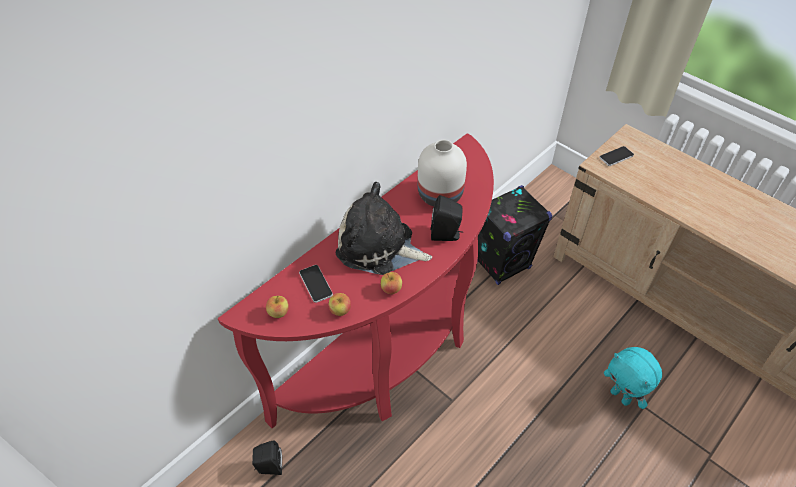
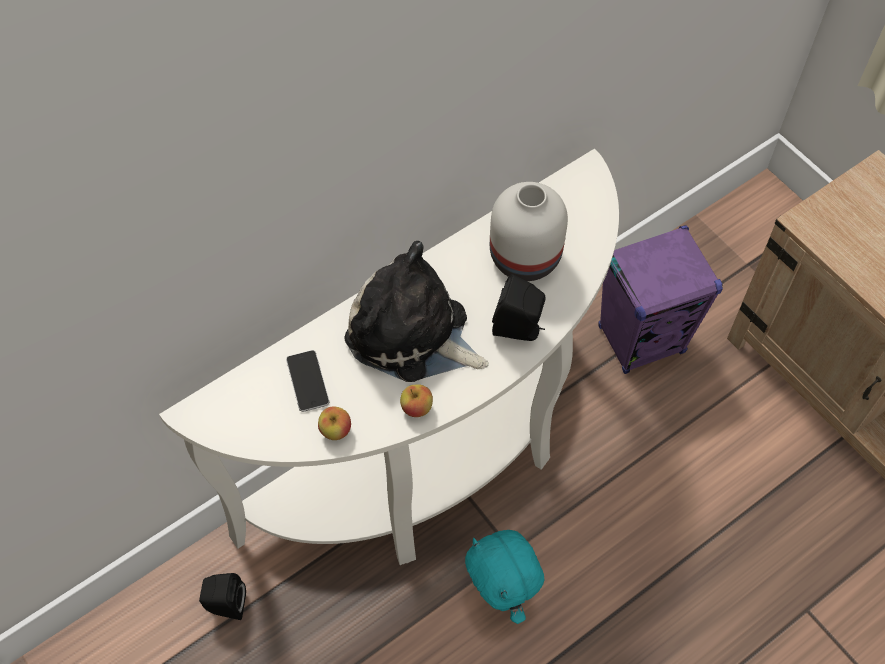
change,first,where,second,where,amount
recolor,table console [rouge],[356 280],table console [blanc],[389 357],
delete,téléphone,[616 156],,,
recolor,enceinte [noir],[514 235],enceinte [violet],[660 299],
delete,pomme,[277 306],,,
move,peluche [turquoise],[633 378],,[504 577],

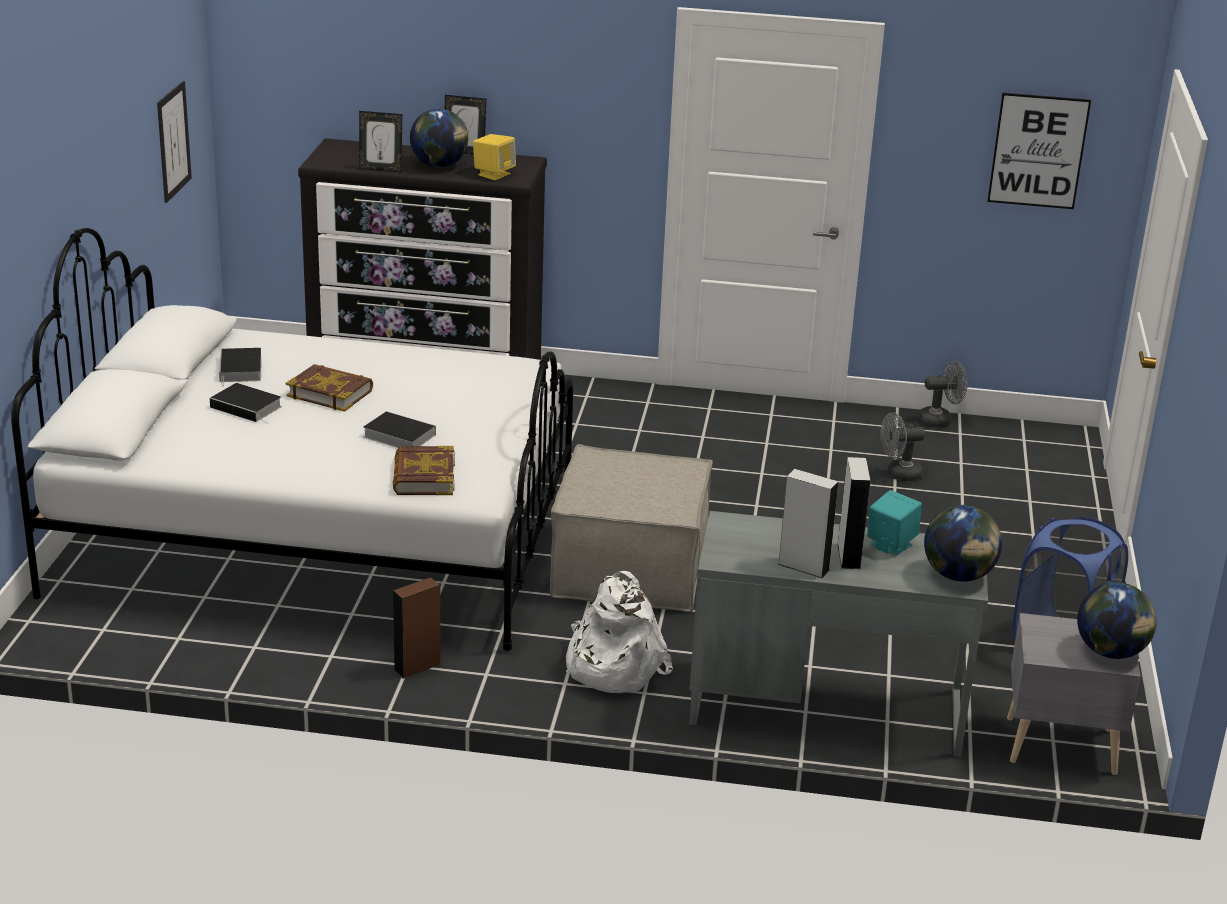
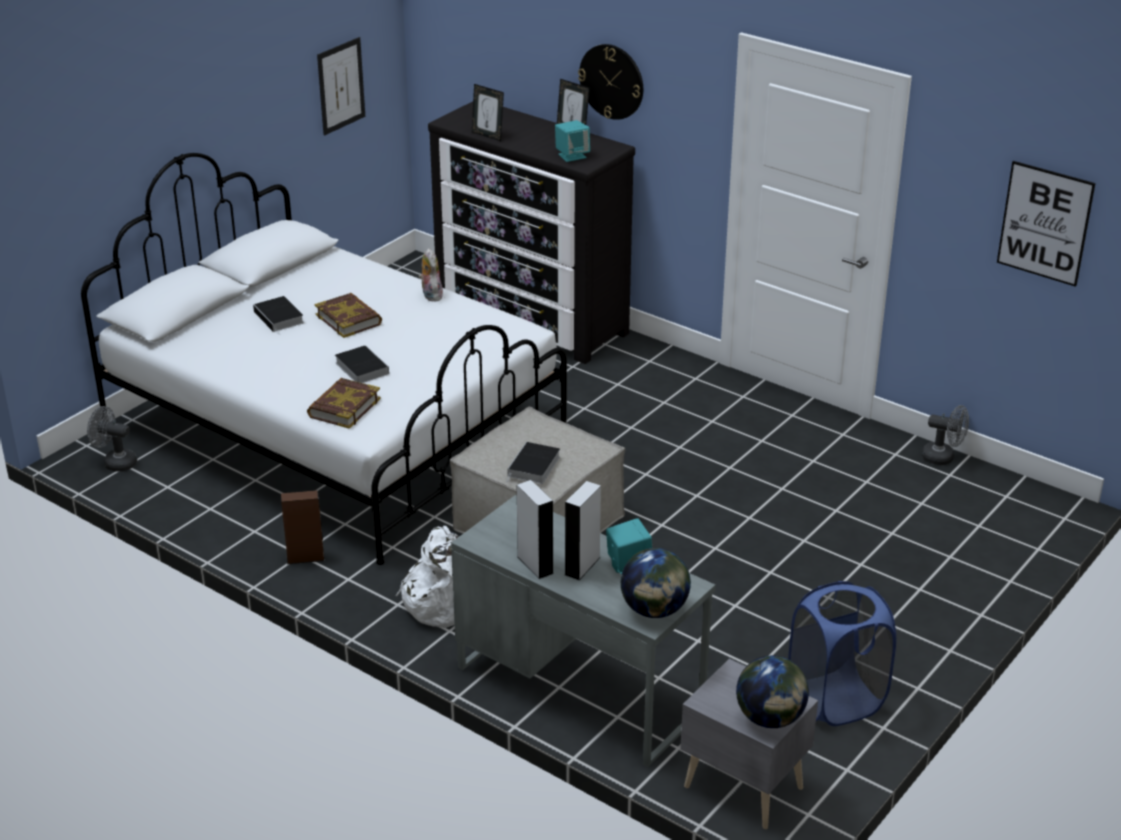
change,first,where,second,where,amount
delete,globe,[439 138],,,
recolor,enceinte [jaune],[494 157],enceinte [turquoise],[572 141],
move,livre,[240 367],,[533 463],
move,ventilateur [gris],[902 447],,[112 439],
insert,,,horloge murale,[610 82],
insert,,,peluche,[431 275],

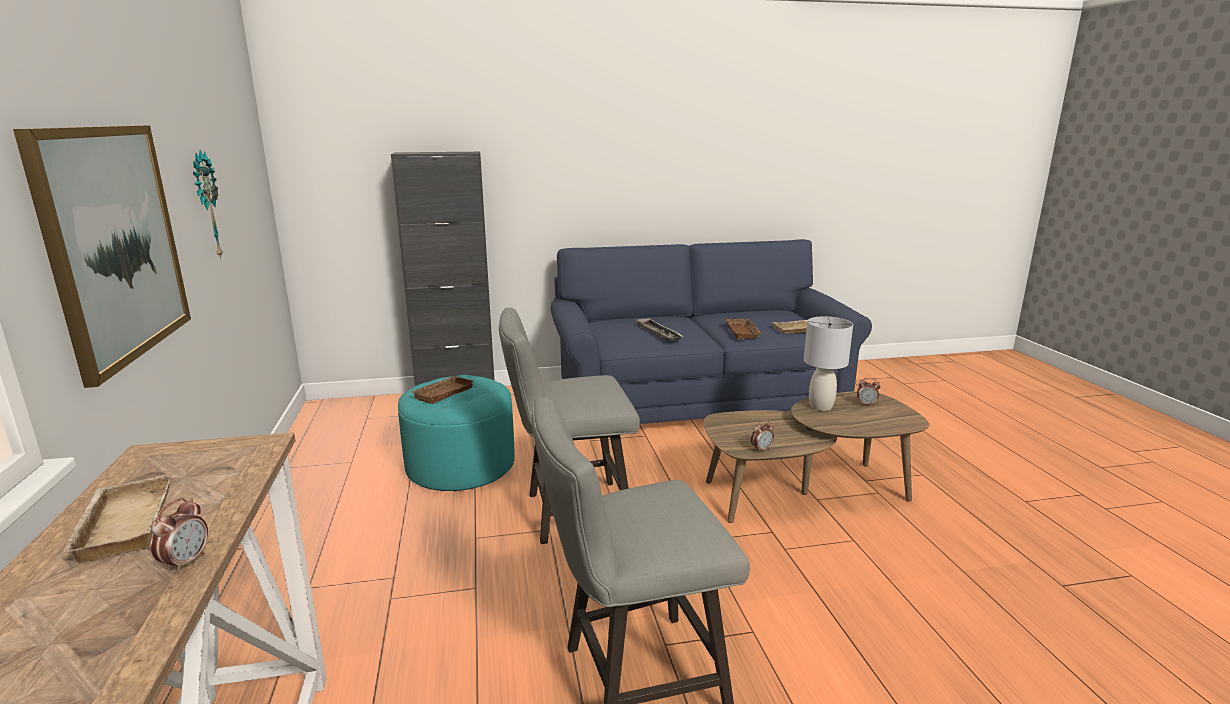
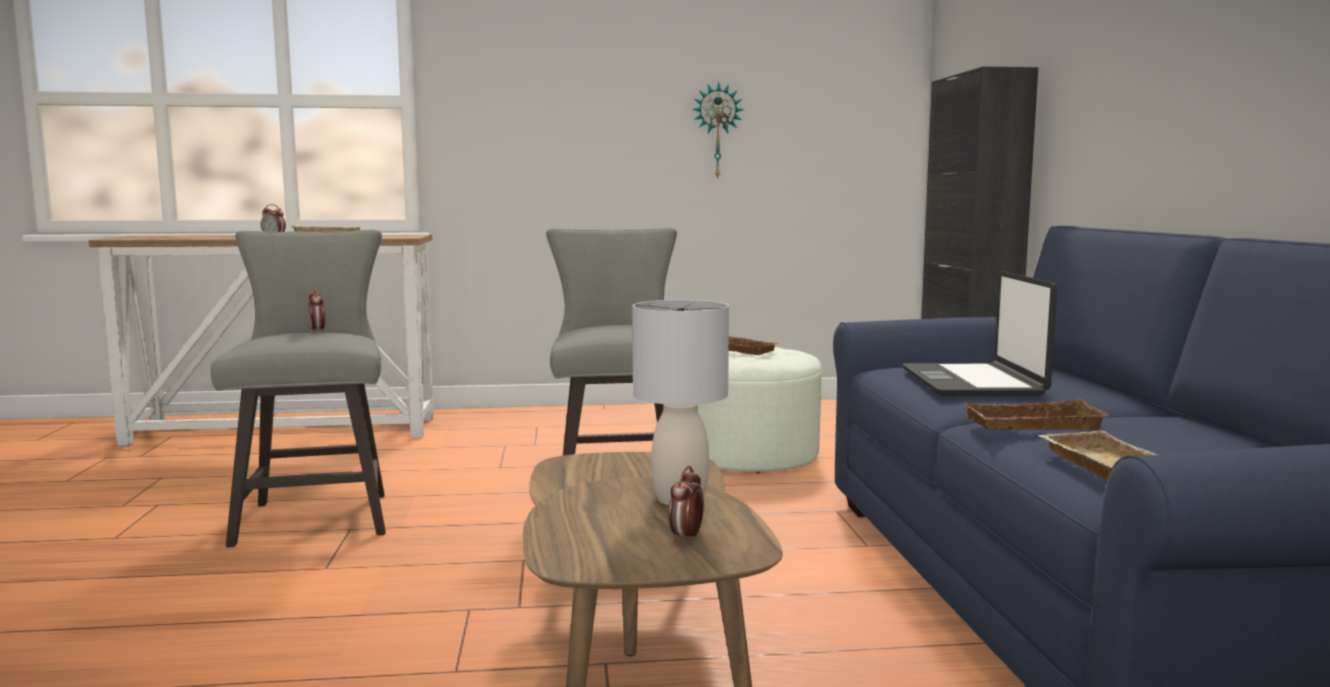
change,first,where,second,where,amount
delete,tableau,[102 256],,,
replace,plateau,[659 329],ordinateur portable,[980 333],
recolor,pouf [turquoise],[456 433],pouf [blanc],[759 410],
move,réveil,[762 436],,[316 310],

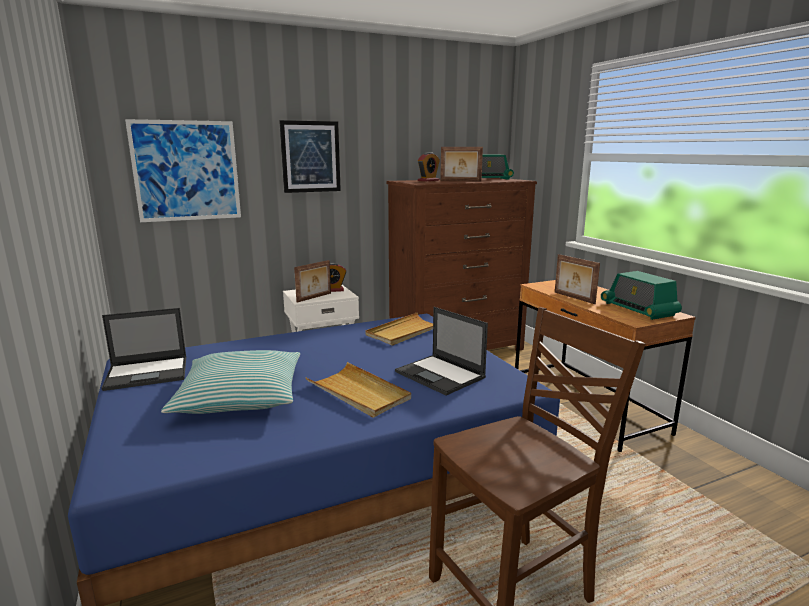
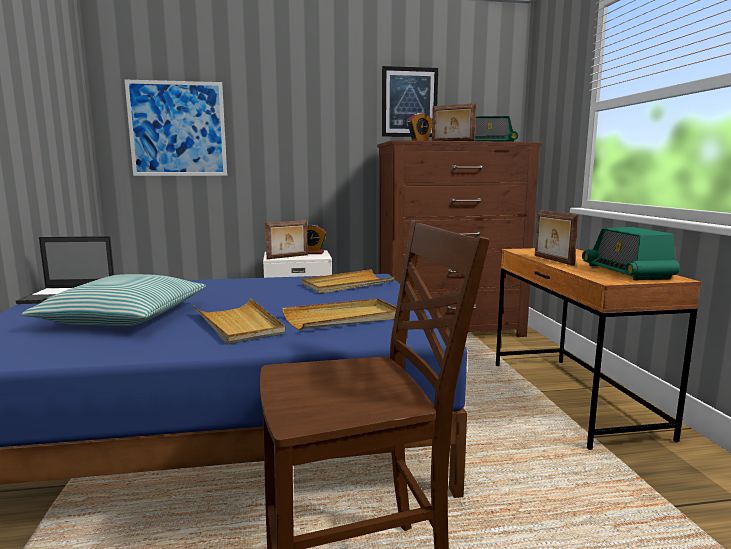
change,first,where,second,where,amount
move,tableau,[310 156],,[410 101],
replace,ordinateur portable,[441 351],plateau [beige],[339 314],

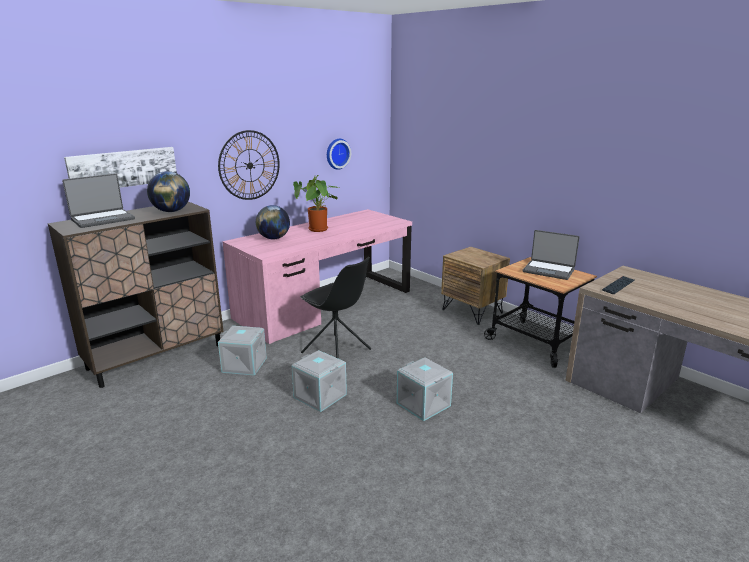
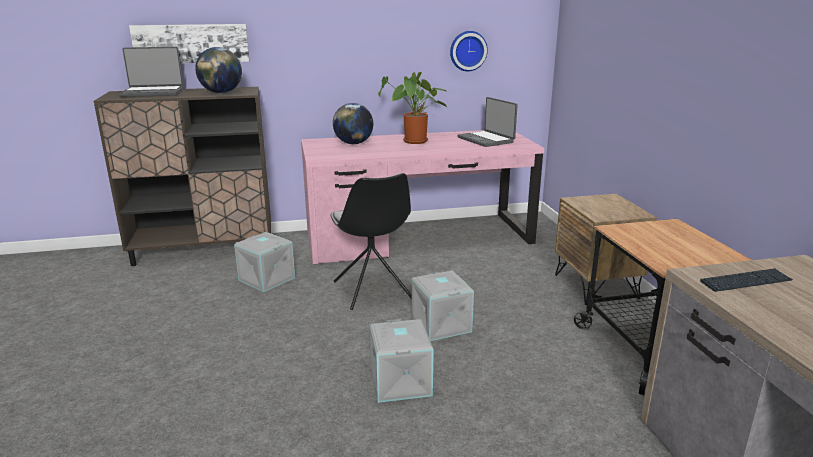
change,first,where,second,where,amount
delete,horloge murale,[249 165],,,
move,ordinateur portable,[551 255],,[487 122],
move,boîte de rangement [gris],[319 381],,[443 305],

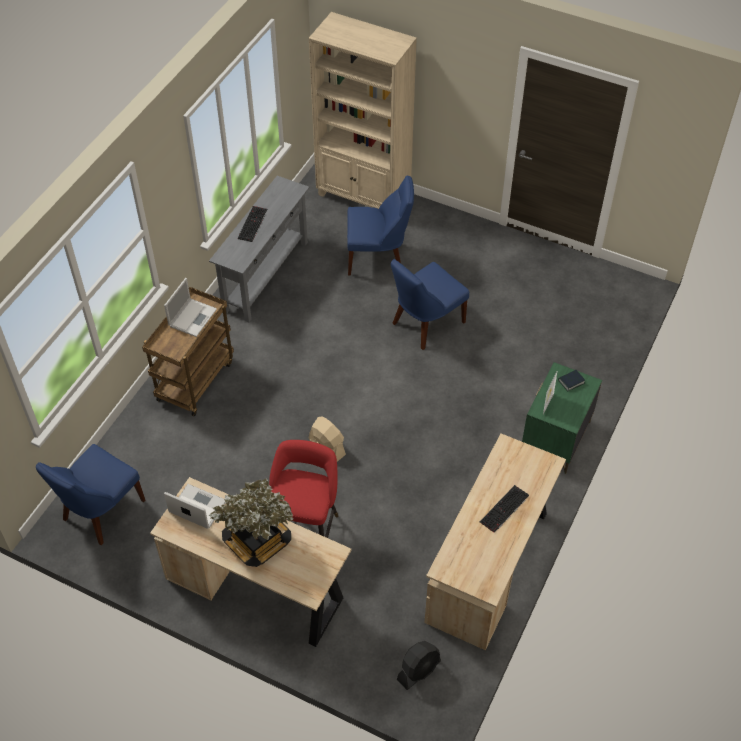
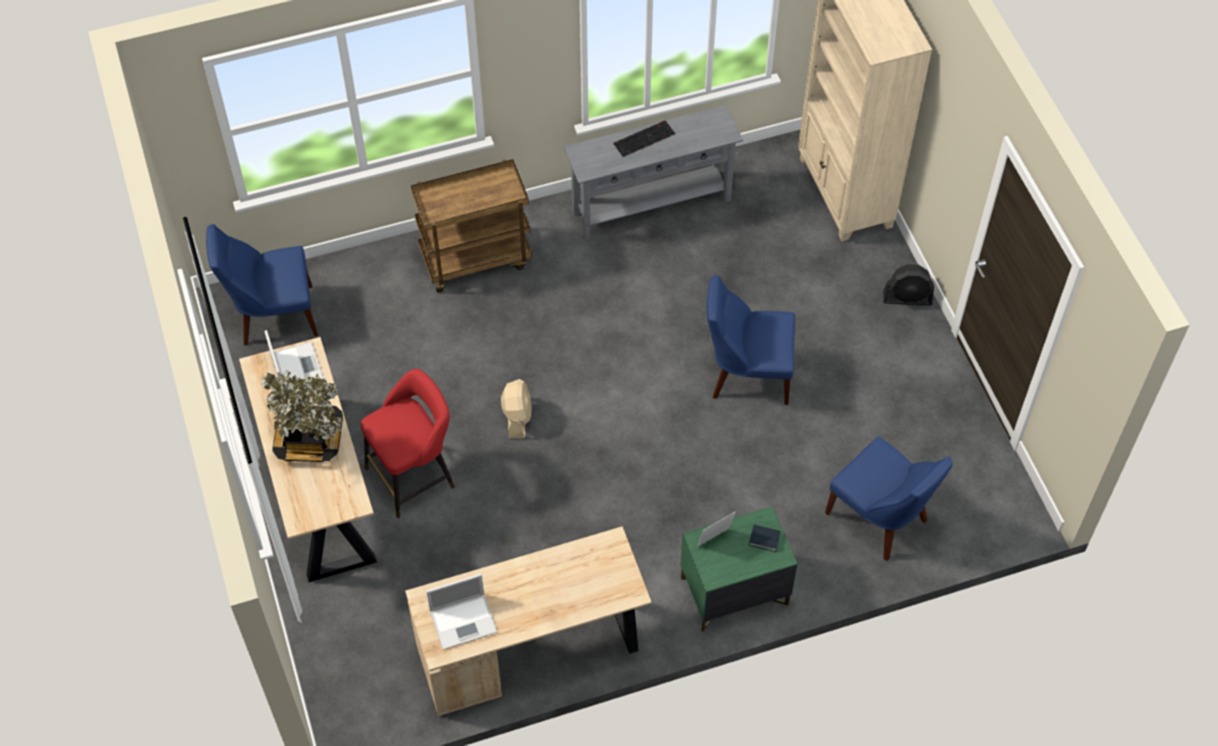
change,first,where,second,where,amount
move,chaise [bleu],[380 225],,[889 499],
move,ordinateur portable,[190 307],,[461 612],
delete,clavier,[504 509],,,
move,ventilateur [noir],[419 665],,[908 285],

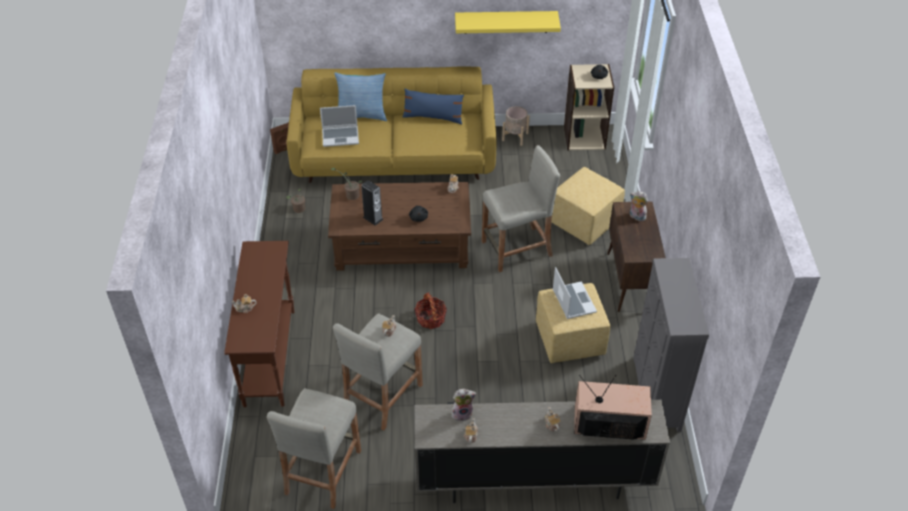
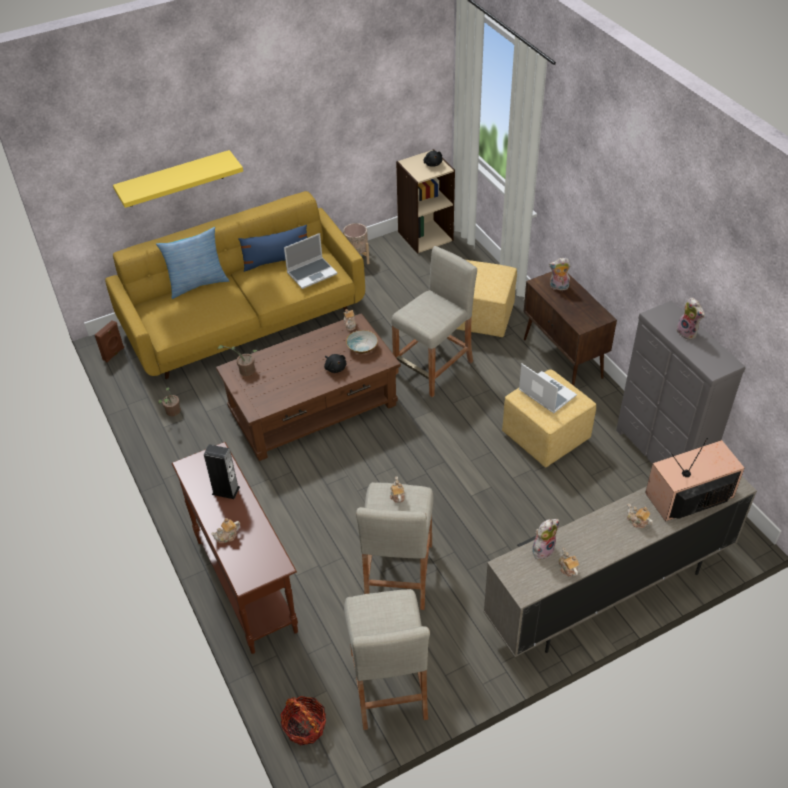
change,first,where,second,where,amount
move,étagère [jaune],[508 22],,[178 179],
move,ordinateur portable,[339 126],,[310 261],
move,enceinte,[372 203],,[222 471],
move,panier,[430 310],,[303 720],
insert,,,peluche,[691 319],
insert,,,bol,[362 342],

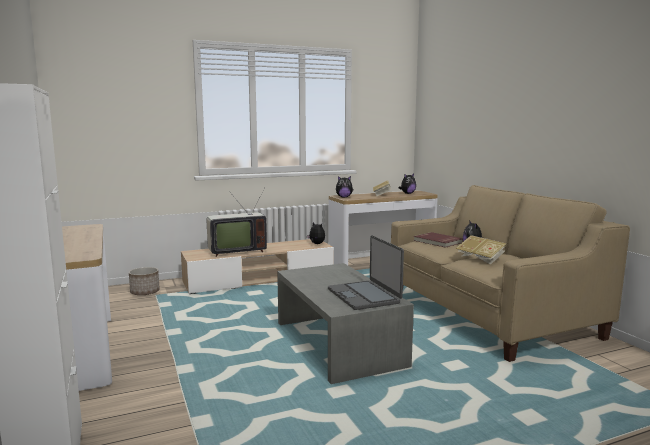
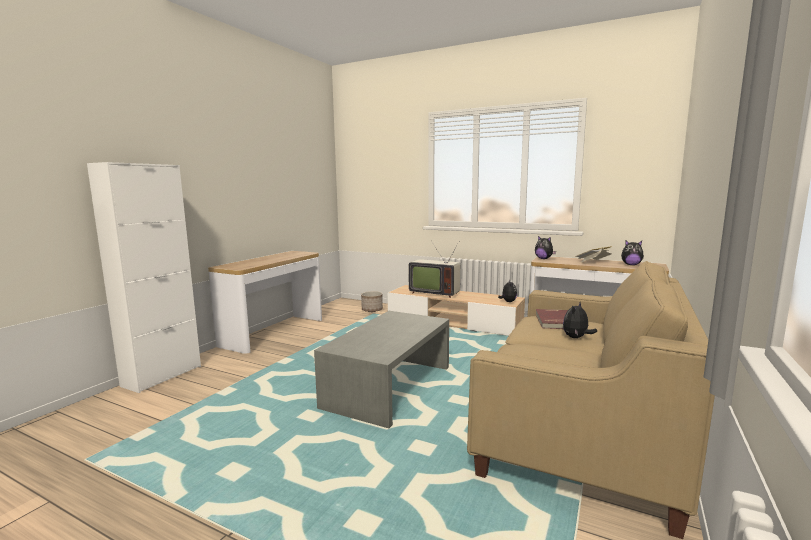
change,first,where,second,where,amount
delete,ordinateur portable,[366 272],,,
delete,livre,[481 250],,,

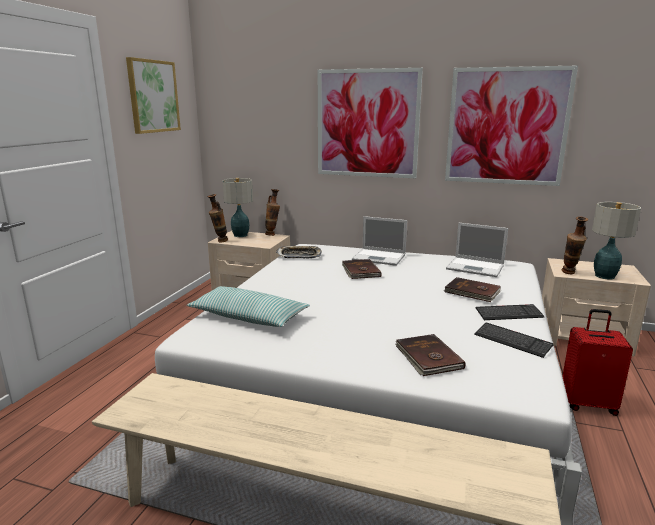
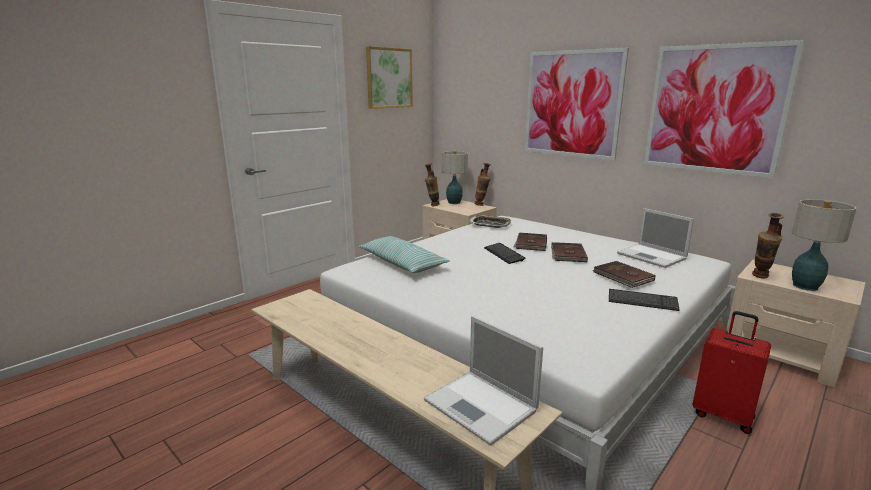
change,first,where,second,where,amount
move,ordinateur portable,[379 241],,[483 381],
move,clavier,[514 340],,[505 253],
move,livre [marron],[430 355],,[569 252],

